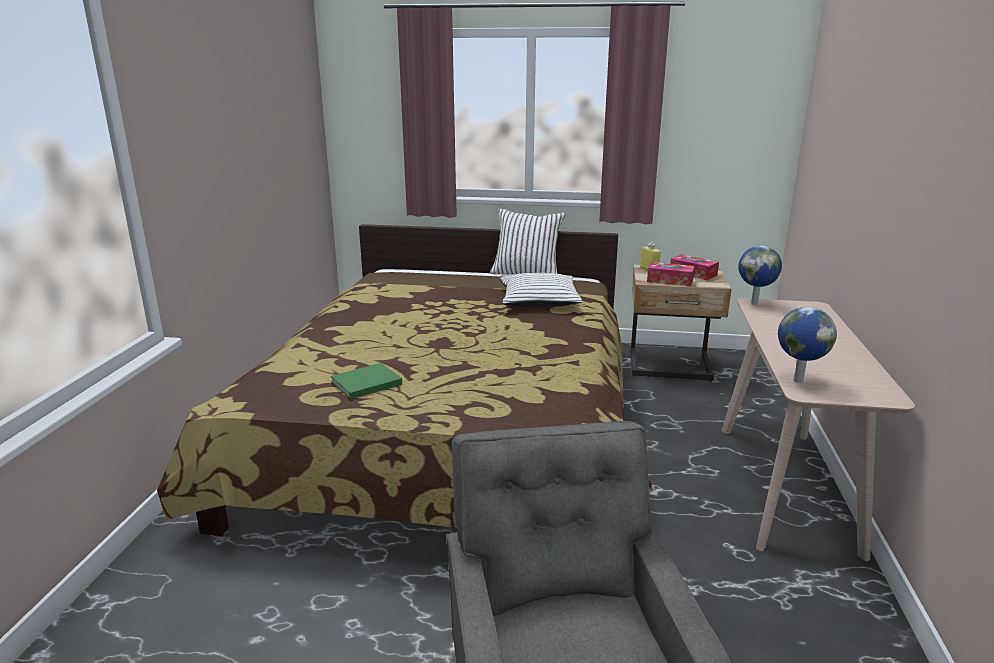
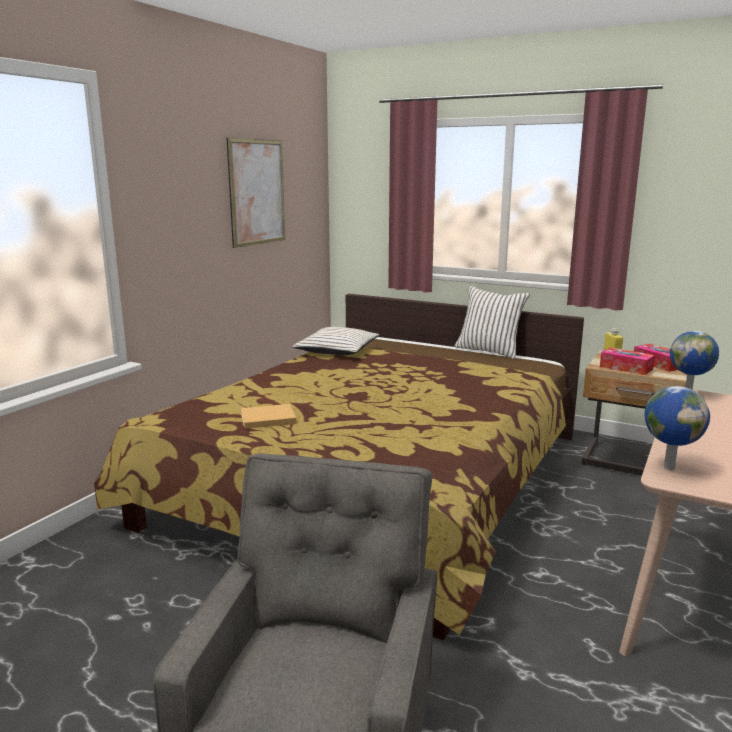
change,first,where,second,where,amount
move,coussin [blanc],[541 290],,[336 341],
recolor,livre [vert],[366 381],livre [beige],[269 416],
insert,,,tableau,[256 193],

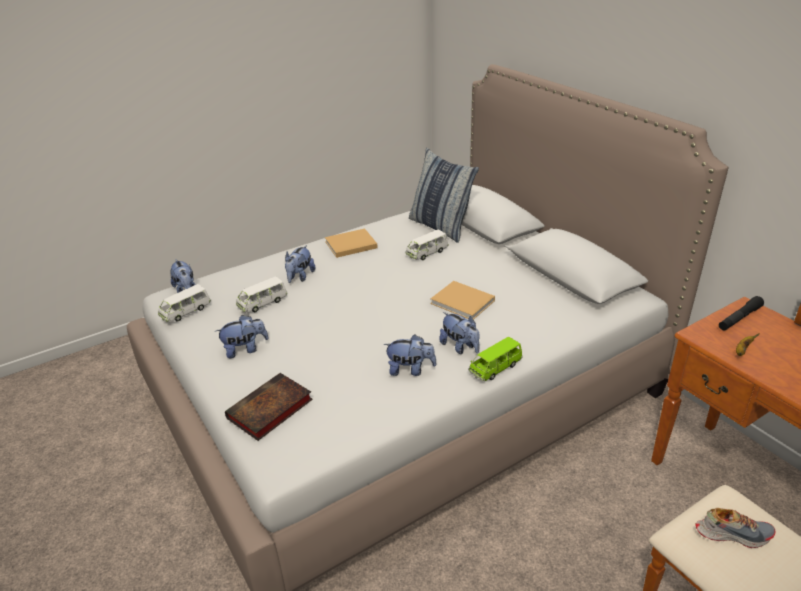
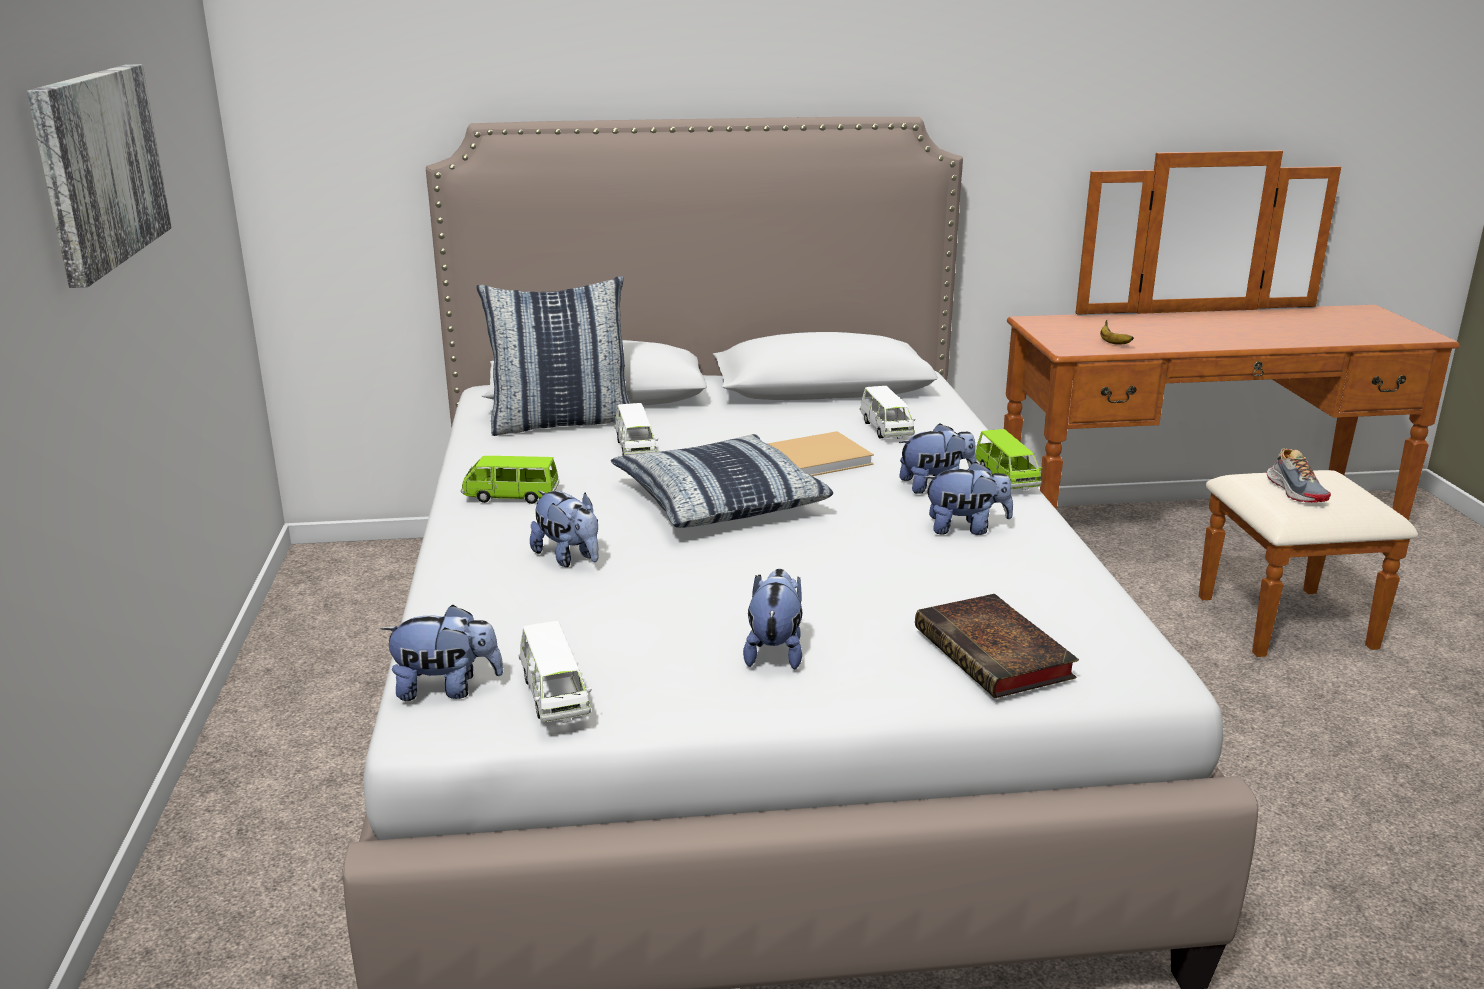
change,first,where,second,where,amount
replace,livre [beige],[351 243],petite voiture [vert],[510 480],
move,petite voiture [blanc],[261 294],,[887 412],
delete,lampe de poche [noir],[741 313],,,
rotate,peluche,[410 355],,[968 498],60 degrees clockwise
rotate,chaussure,[735 528],,[1299 475],135 degrees clockwise
insert,,,tableau,[99 176],
insert,,,coussin,[722 481],

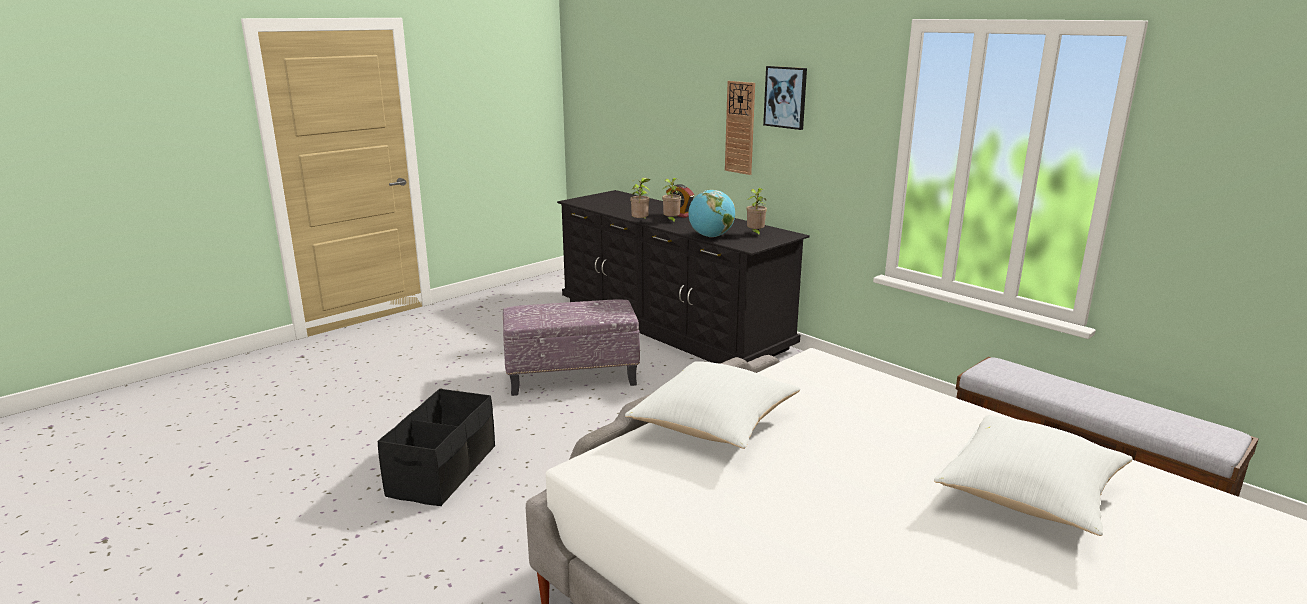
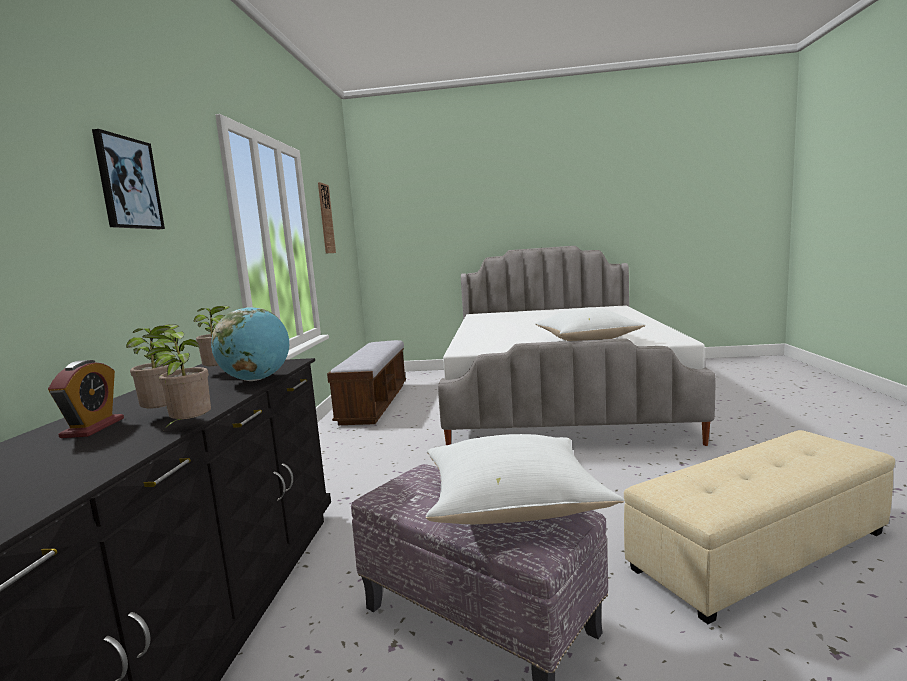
change,first,where,second,where,amount
move,horloge murale,[740 128],,[327 217],
replace,boîte de rangement [noir],[436 447],pouf [beige],[759 527],
move,coussin [blanc],[1033 475],,[525 479],

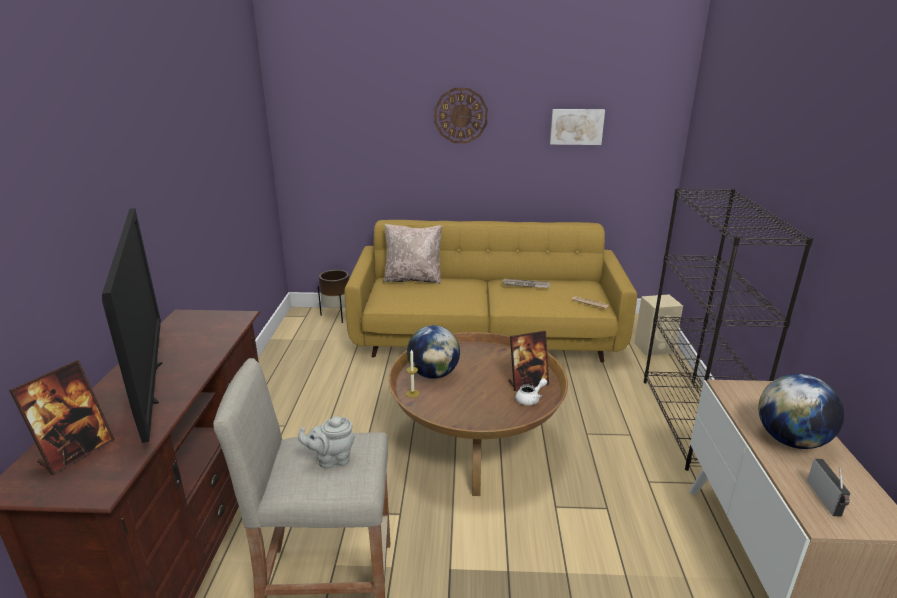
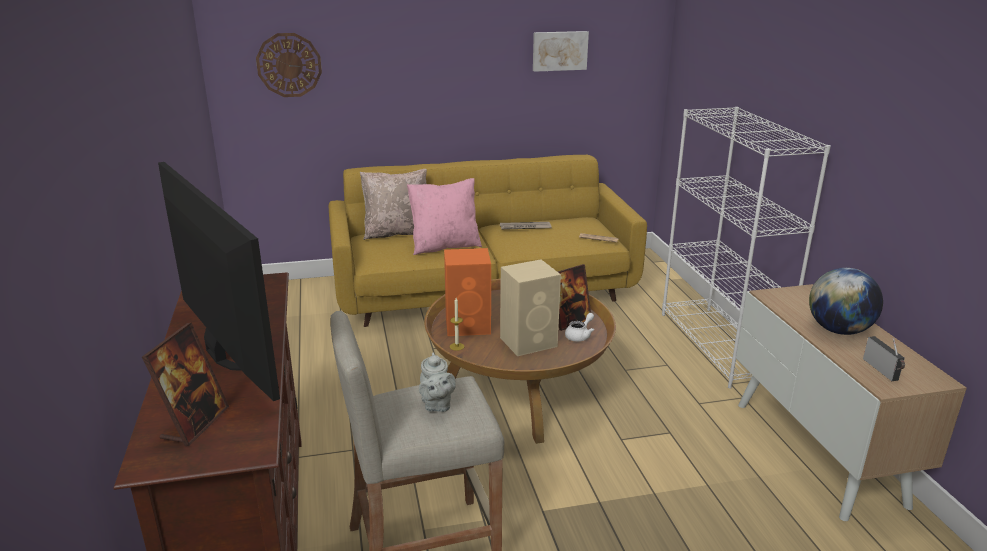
change,first,where,second,where,amount
move,horloge murale,[461 115],,[289 65],
recolor,bibliothèque [noir],[728 329],bibliothèque [blanc],[746 248],
delete,cache-pot [marron],[333 296],,,
move,enceinte [beige],[658 325],,[530 307],
replace,globe,[433 352],enceinte [orange],[467 292],
rotate,théière [gris],[326 442],,[437 382],75 degrees counterclockwise
insert,,,coussin [rose],[444 216],

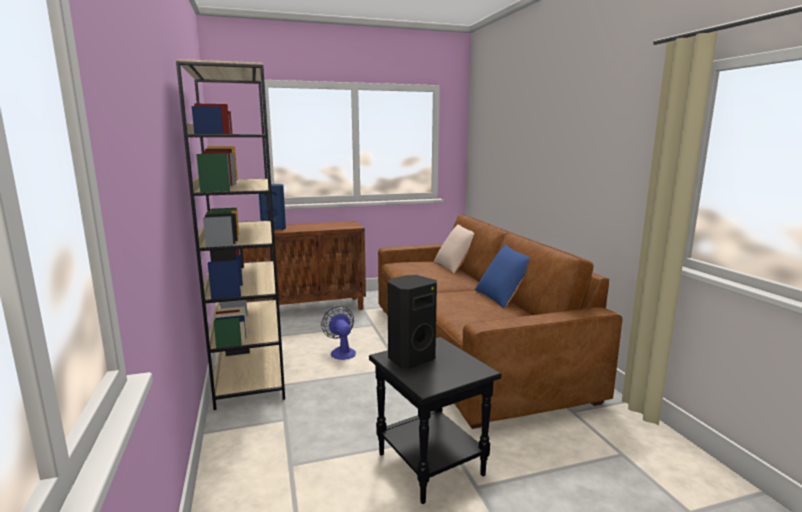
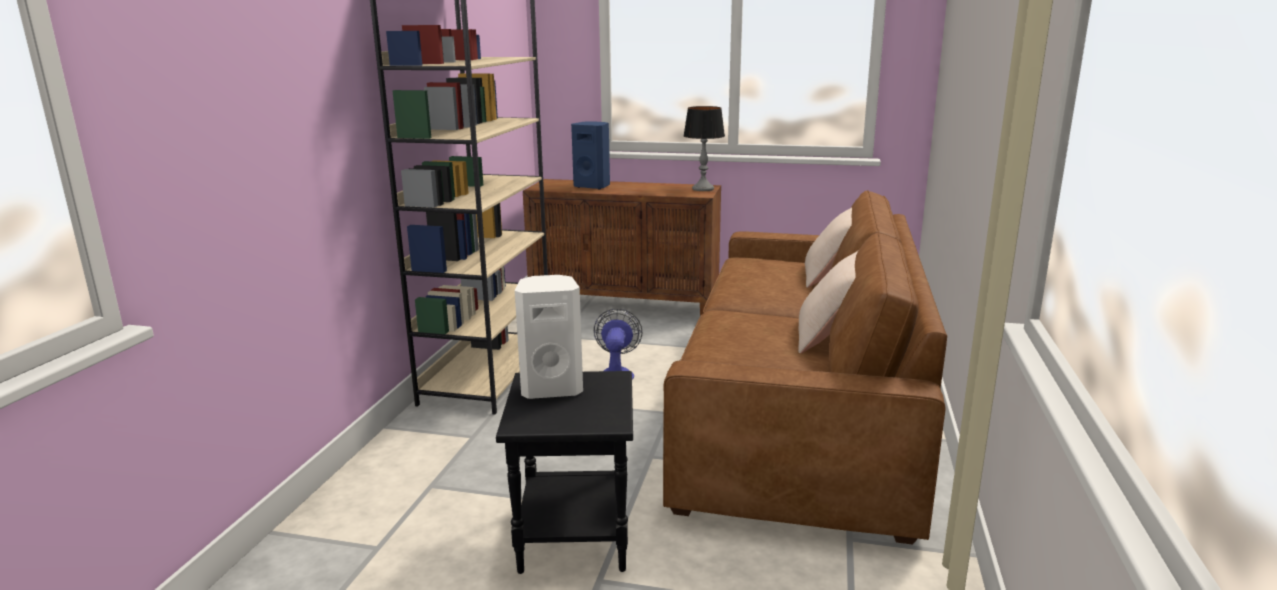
change,first,where,second,where,amount
recolor,coussin [bleu],[502 276],coussin [beige],[828 302],
recolor,enceinte [noir],[412 322],enceinte [blanc],[549 337],
insert,,,lampe de table,[704 148],

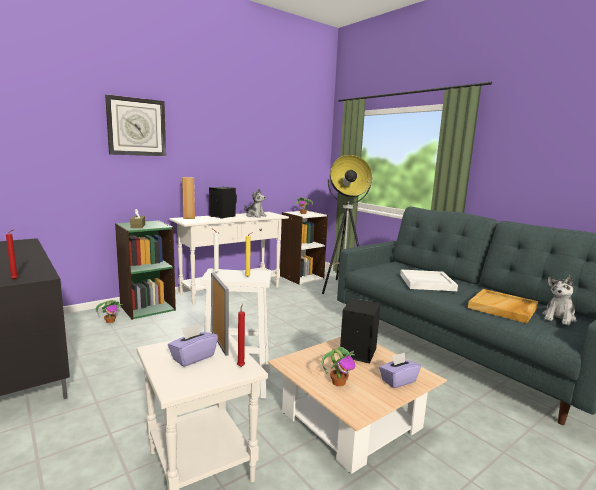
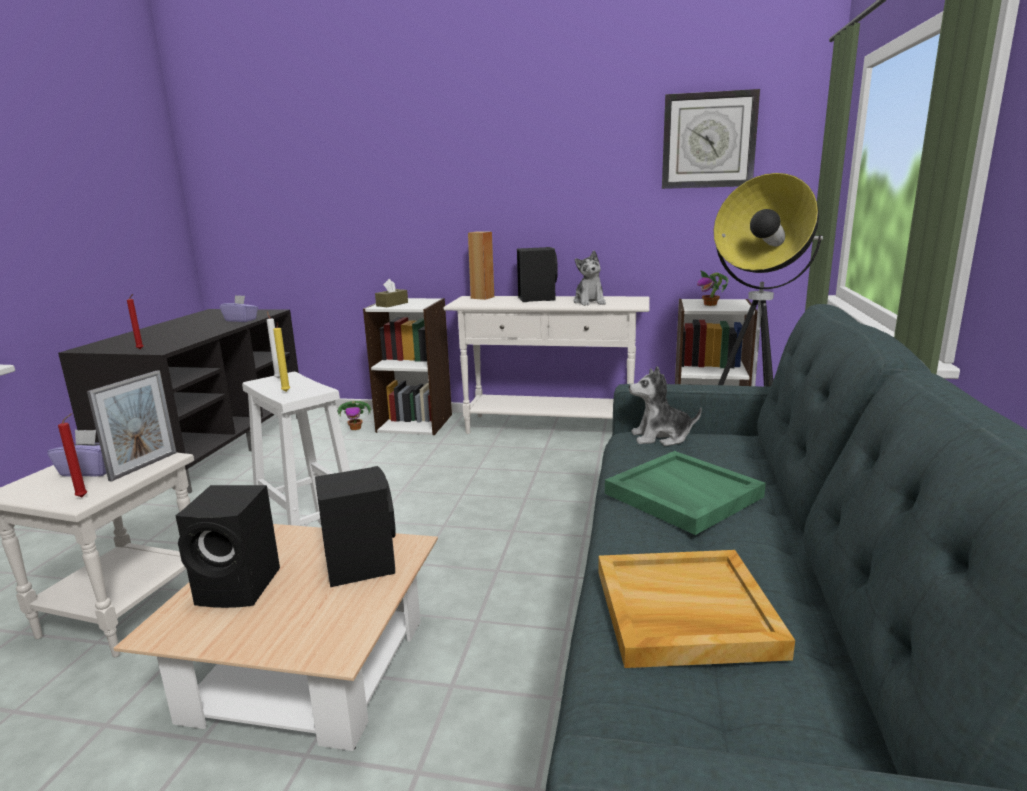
change,first,where,second,where,amount
move,horloge murale,[135 125],,[711 139],
recolor,bibliothèque [vert],[145 270],bibliothèque [blanc],[407 366],
recolor,plateau [blanc],[429 280],plateau [vert],[685 493],
move,peluche,[559 300],,[665 406],
replace,plante en pot,[338 366],enceinte [noir],[228 546],
move,boîte à mouchoirs [violet],[400 370],,[239 308],

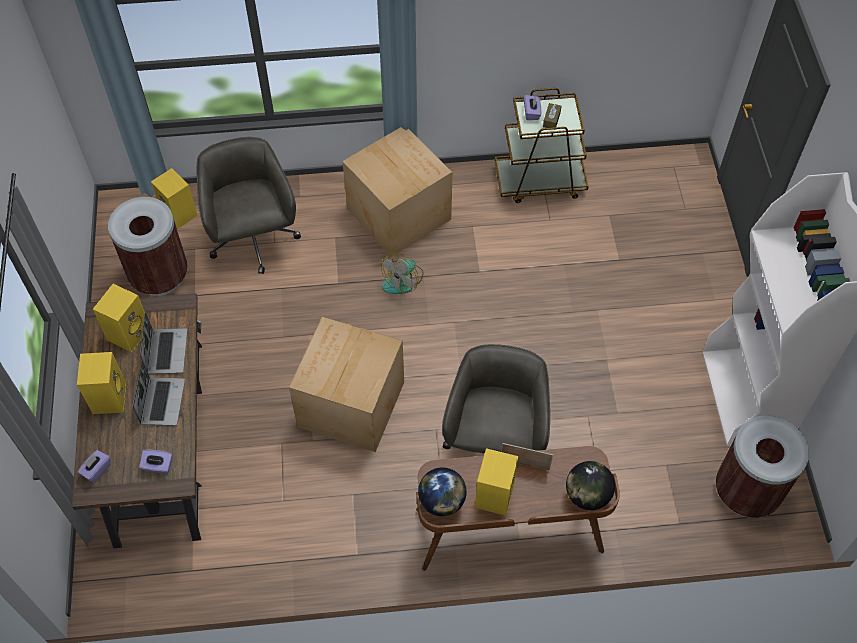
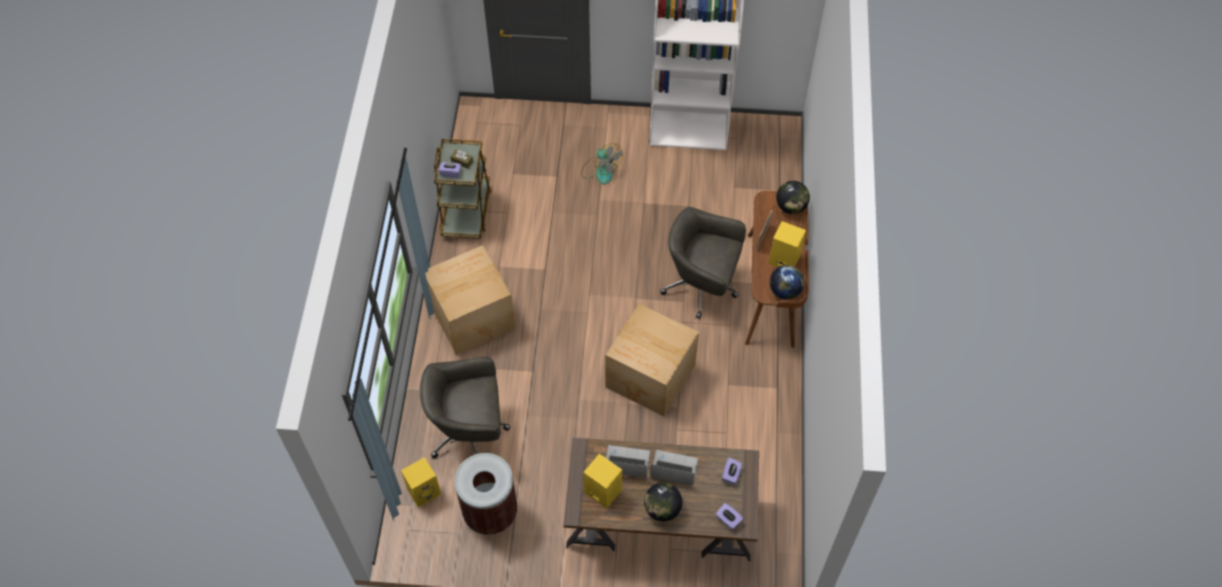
change,first,where,second,where,amount
move,ventilateur,[402 273],,[602 164],
replace,enceinte [jaune],[101 383],globe,[663 502],
delete,poubelle [marron],[762 467],,,

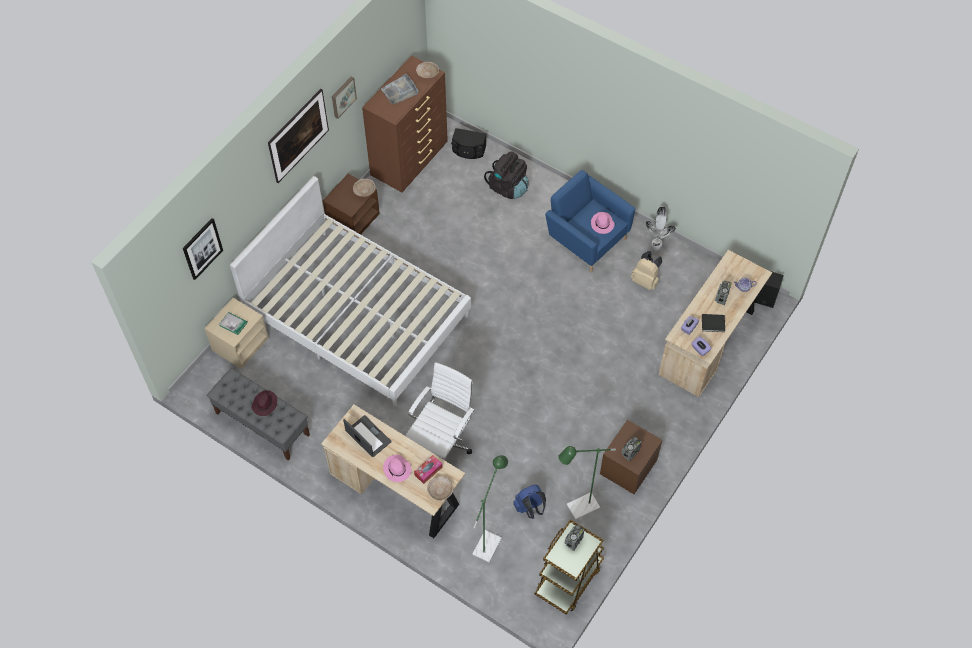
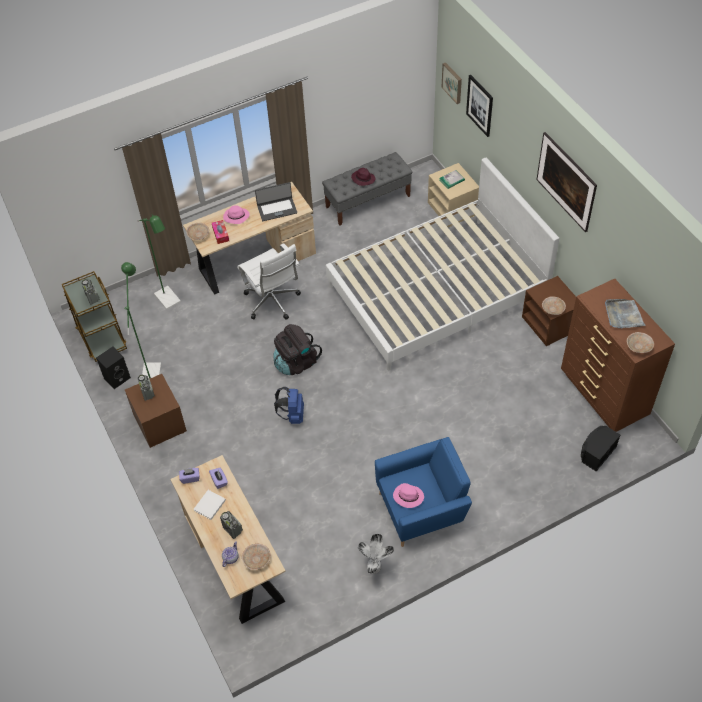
change,first,where,second,where,amount
move,tableau,[344 97],,[452 83],
move,sac à dos [noir],[506 175],,[297 349],
delete,sac à dos [beige],[646 270],,,
move,enceinte [noir],[769 289],,[113 368],
recolor,livre [noir],[713 323],livre [blanc],[210 505],
move,sac à dos [bleu],[529 502],,[289 405],
insert,,,bol [beige],[256 557],

